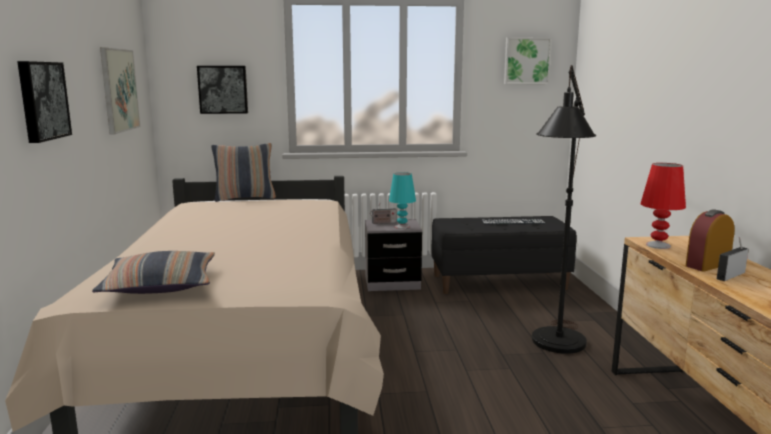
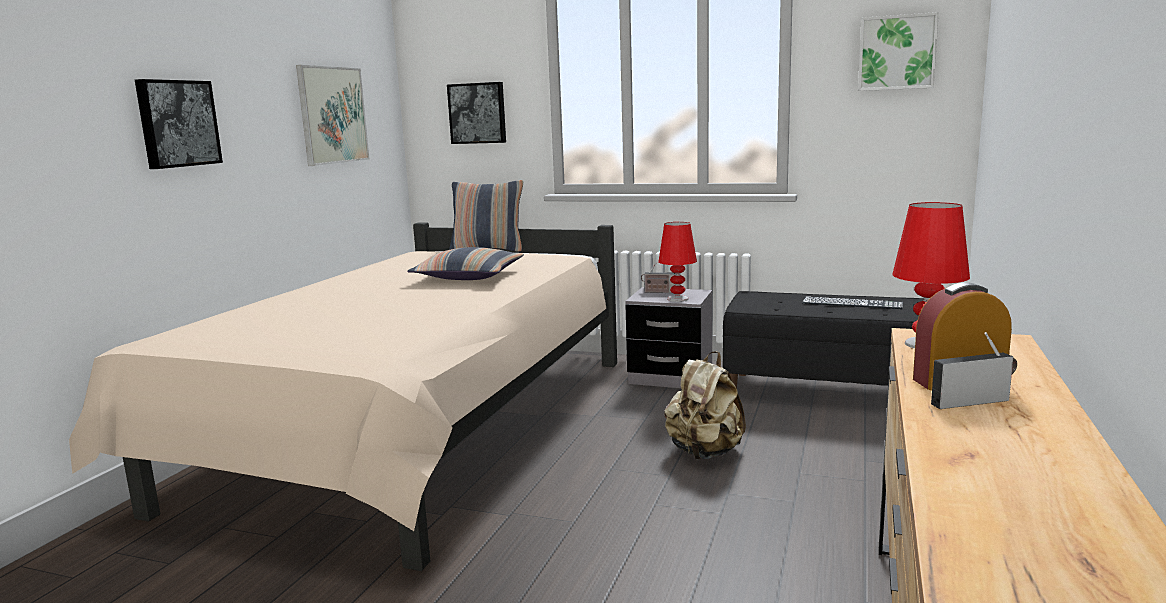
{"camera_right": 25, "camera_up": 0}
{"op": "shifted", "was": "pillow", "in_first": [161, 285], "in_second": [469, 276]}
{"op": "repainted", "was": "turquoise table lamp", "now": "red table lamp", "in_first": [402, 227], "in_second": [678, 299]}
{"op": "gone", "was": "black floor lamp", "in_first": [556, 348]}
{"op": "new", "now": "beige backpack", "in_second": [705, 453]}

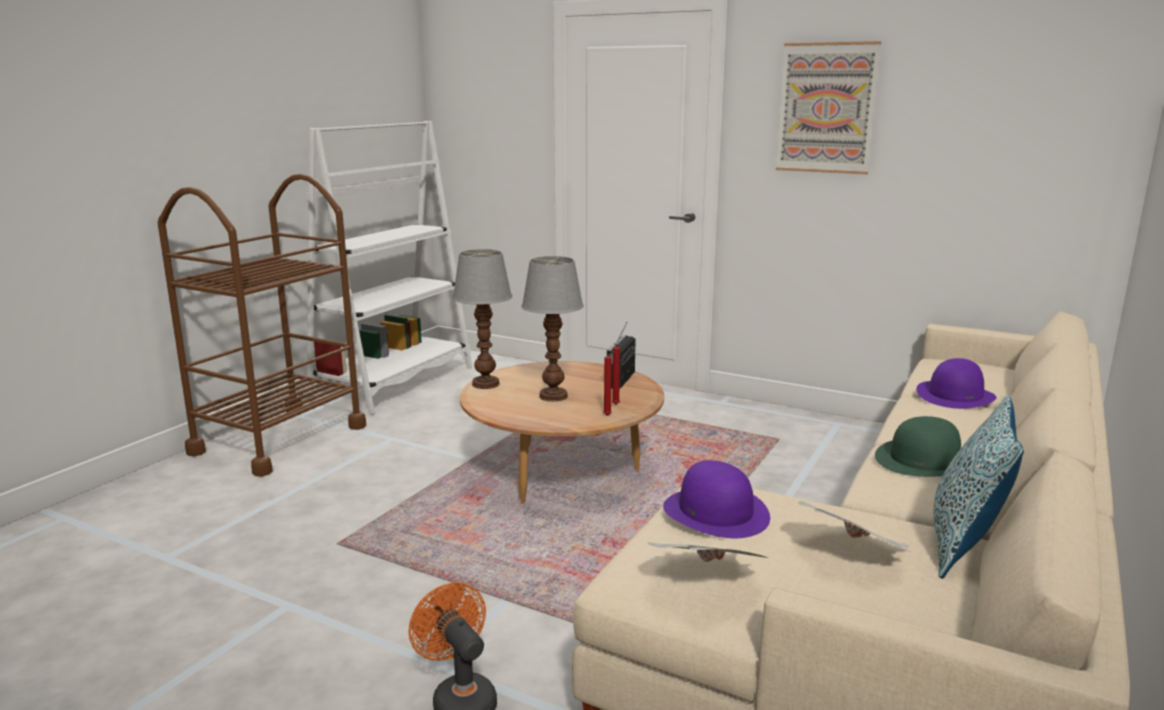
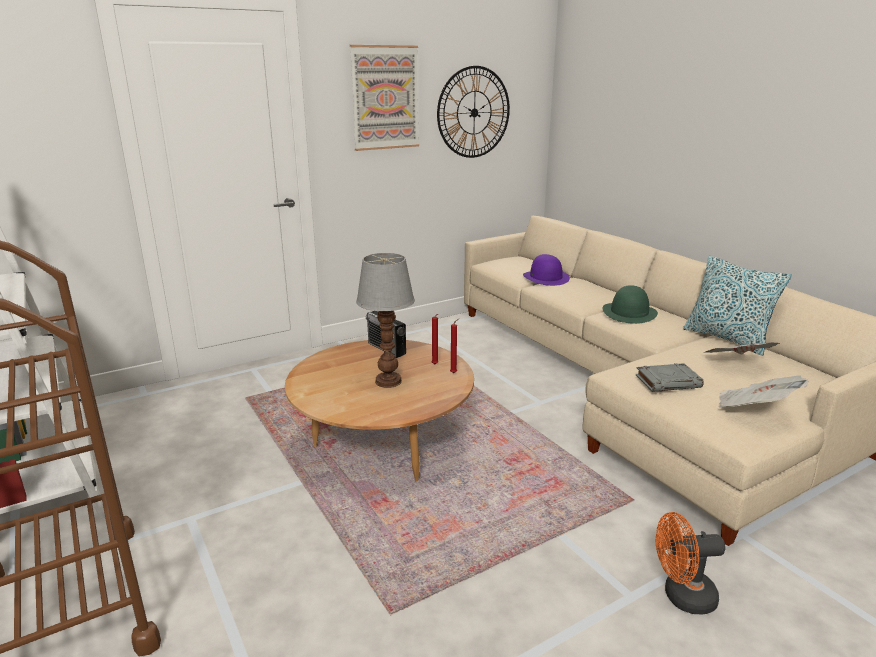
{"camera_right": -60, "camera_up": 5}
{"op": "gone", "was": "table lamp", "in_first": [484, 384]}
{"op": "swapped", "was": "purple hat", "now": "grey book", "in_first": [716, 512], "in_second": [668, 381]}
{"op": "new", "now": "wall clock", "in_second": [474, 112]}

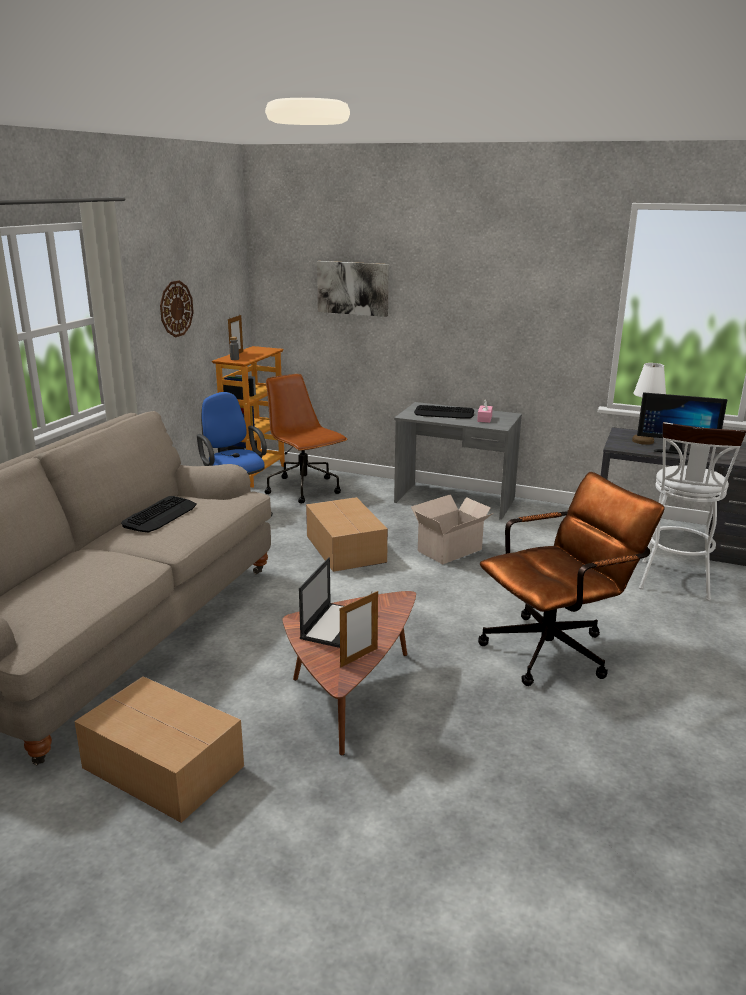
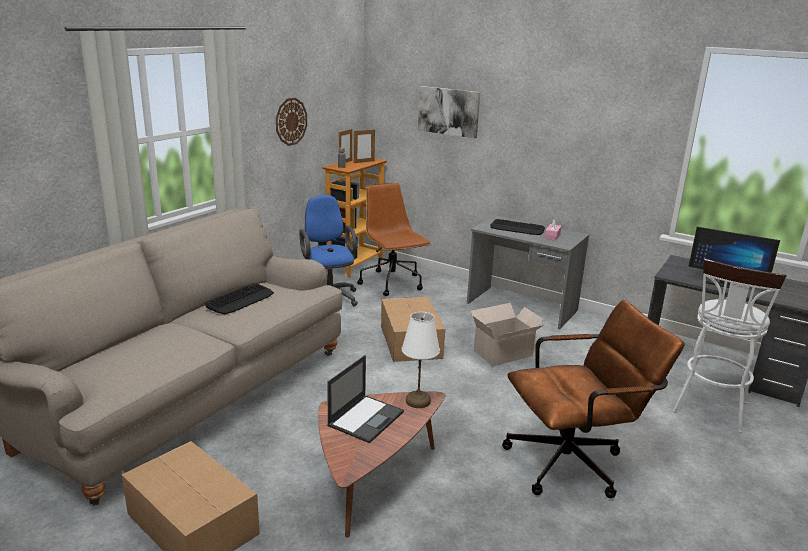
{"camera_right": 10, "camera_up": 0}
{"op": "shifted", "was": "picture frame", "in_first": [359, 657], "in_second": [364, 162]}
{"op": "shifted", "was": "white table lamp", "in_first": [643, 441], "in_second": [418, 401]}

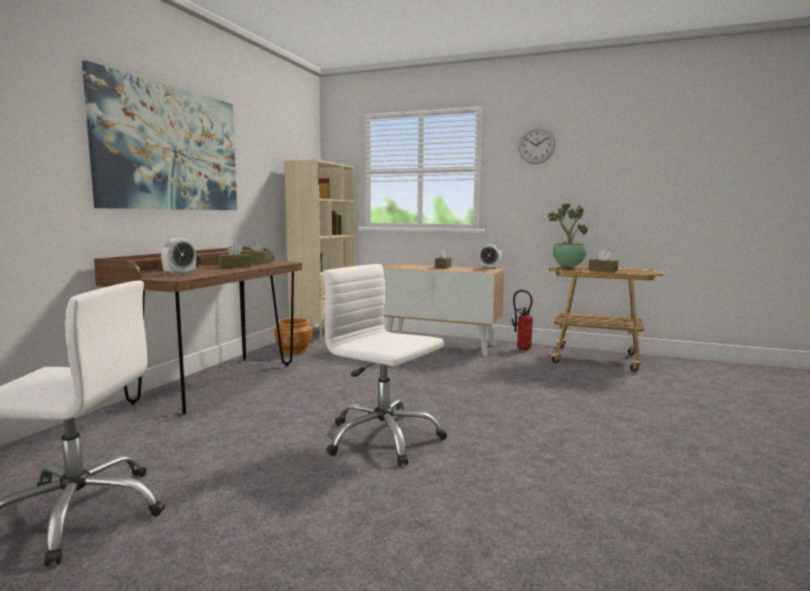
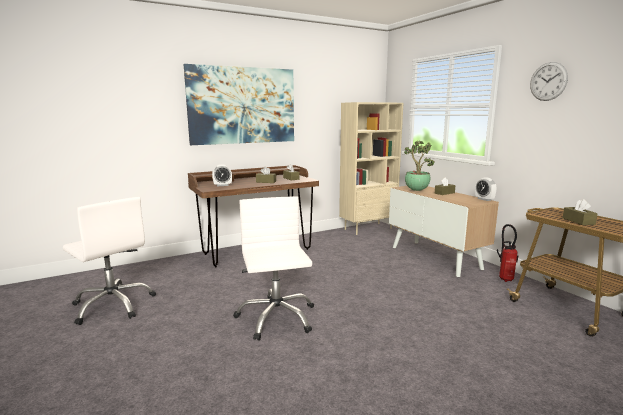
{"camera_right": 40, "camera_up": 5}
{"op": "gone", "was": "brown planter", "in_first": [294, 351]}
{"op": "shifted", "was": "potted plant", "in_first": [567, 267], "in_second": [416, 190]}

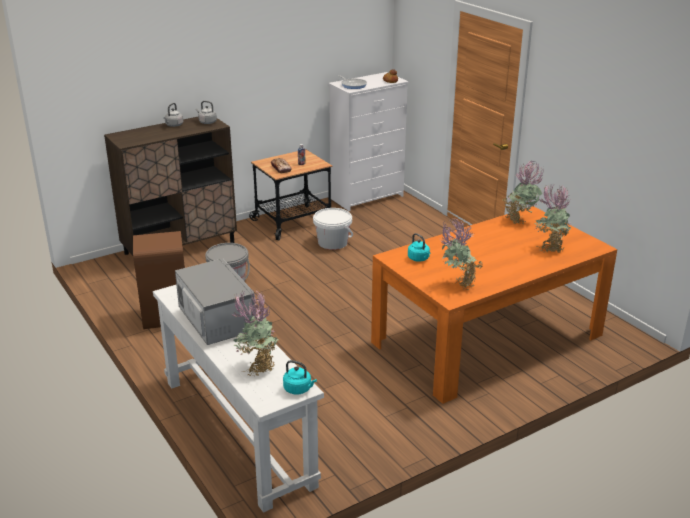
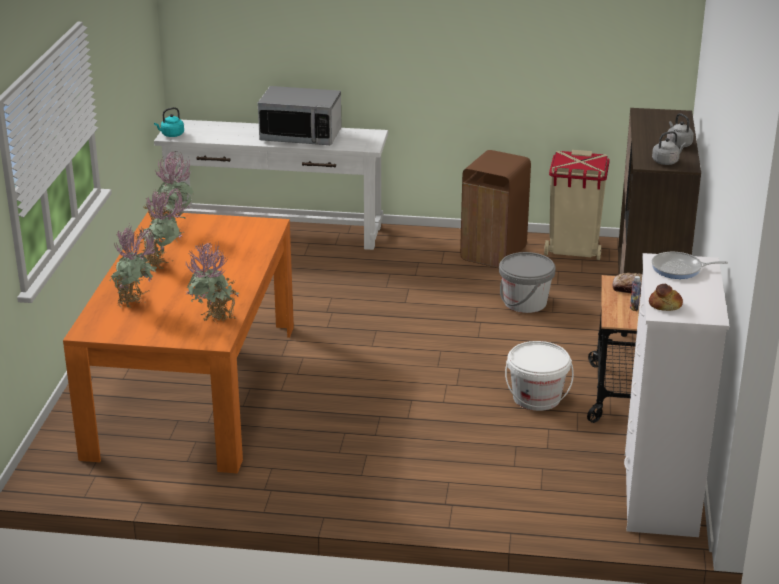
{"camera_right": 130, "camera_up": 0}
{"op": "shifted", "was": "potted plant", "in_first": [257, 367], "in_second": [164, 265]}
{"op": "gone", "was": "turquoise kettle", "in_first": [419, 259]}
{"op": "new", "now": "beige trash can", "in_second": [573, 250]}

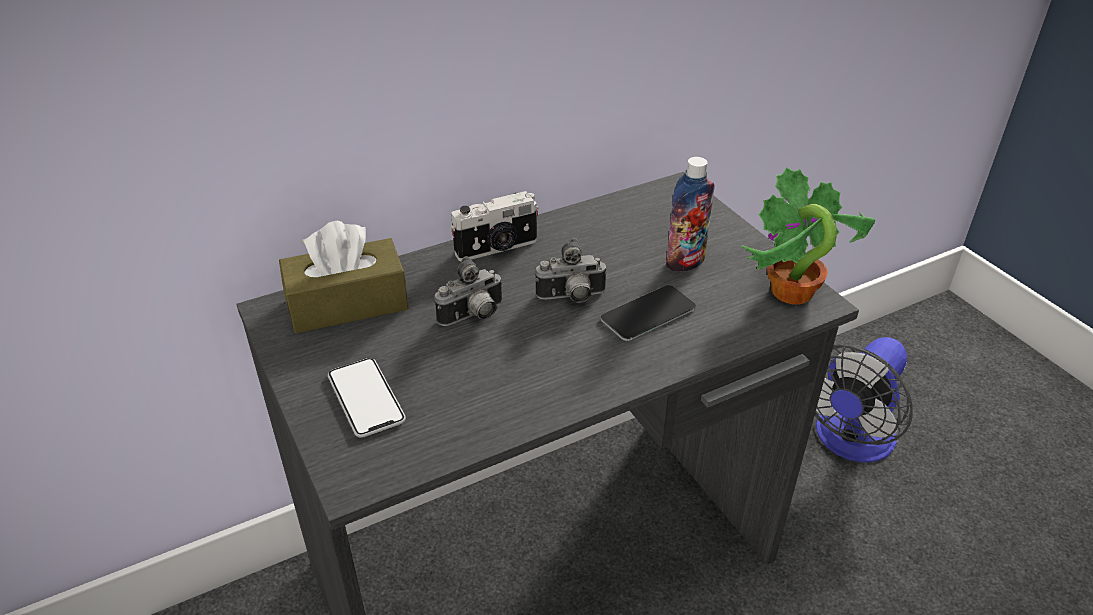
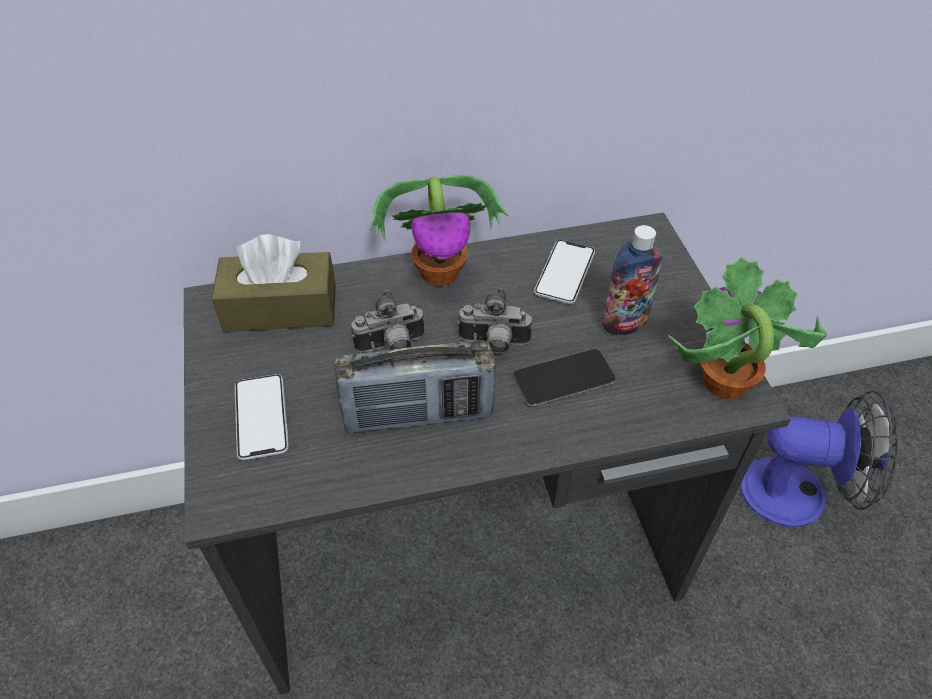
{"camera_right": 15, "camera_up": 10}
{"op": "swapped", "was": "photo camera", "now": "potted plant", "in_first": [497, 248], "in_second": [441, 272]}
{"op": "rotated", "was": "fan", "in_first": [849, 441], "in_second": [799, 493], "clockwise": -135}
{"op": "new", "now": "radio", "in_second": [418, 415]}
{"op": "new", "now": "phone", "in_second": [564, 273]}

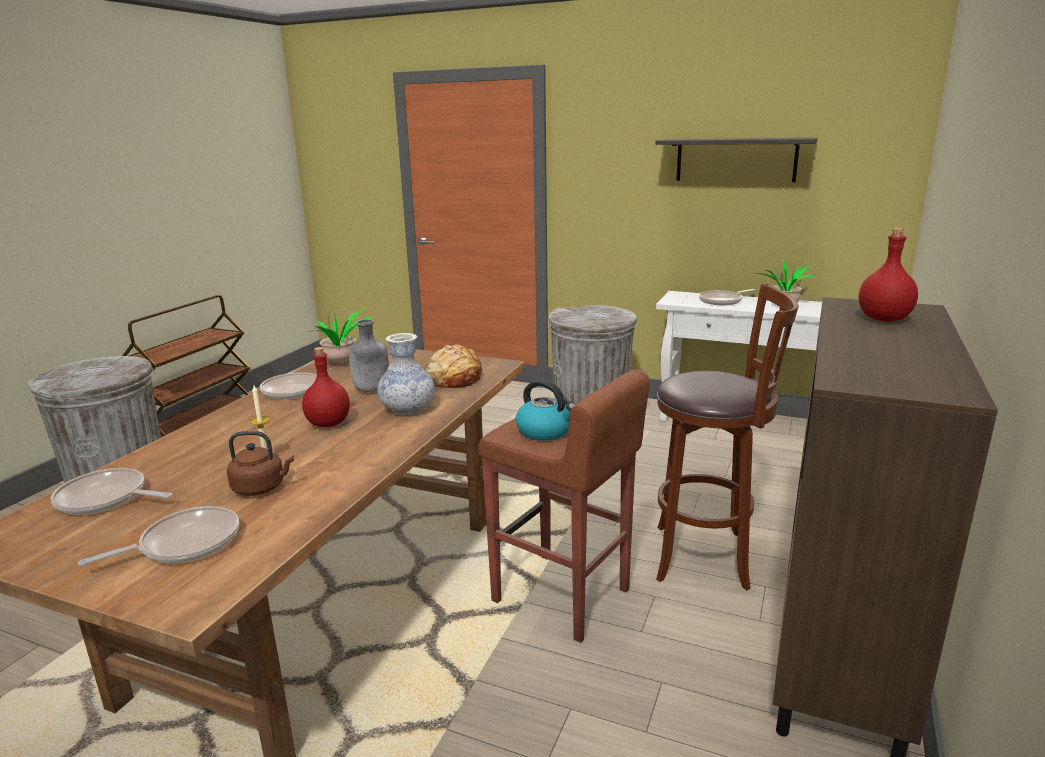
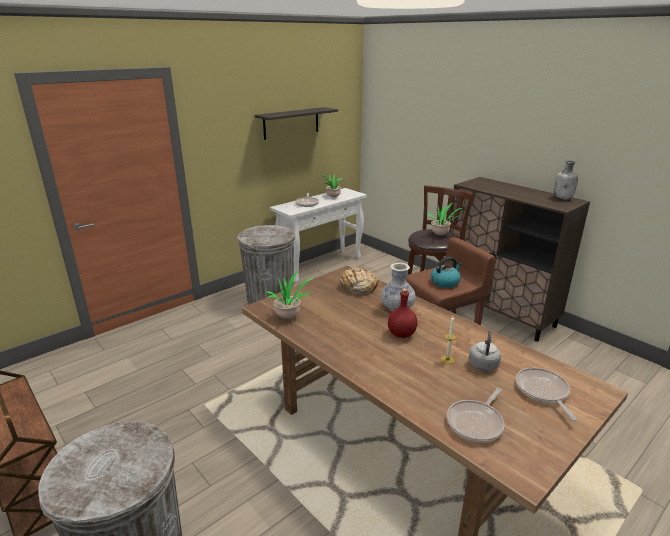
{"camera_right": -65, "camera_up": 5}
{"op": "repainted", "was": "brown kettle", "now": "grey kettle", "in_first": [261, 488], "in_second": [483, 363]}
{"op": "gone", "was": "frying pan", "in_first": [294, 392]}
{"op": "shifted", "was": "grey bottle", "in_first": [371, 390], "in_second": [563, 198]}
{"op": "gone", "was": "red bottle", "in_first": [883, 319]}
{"op": "new", "now": "potted plant", "in_second": [441, 235]}

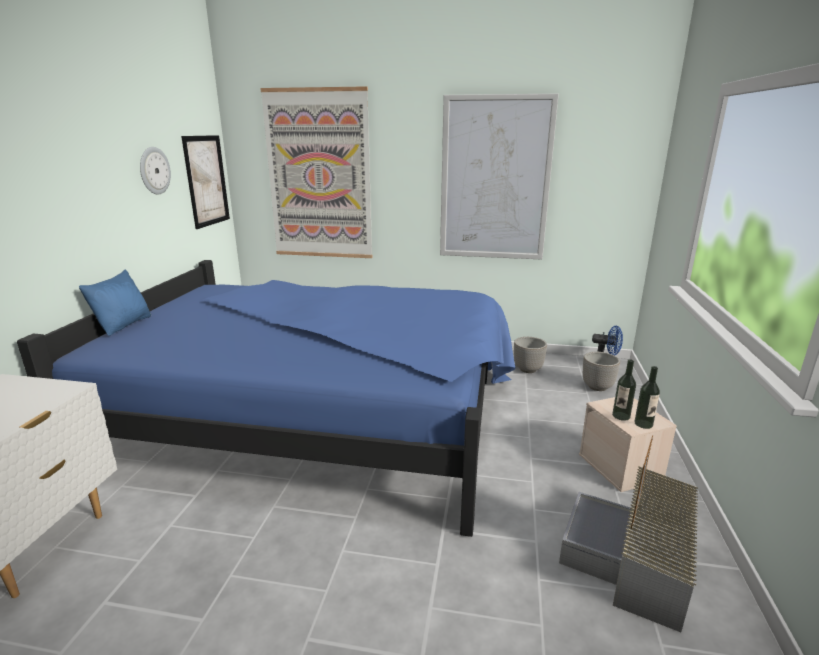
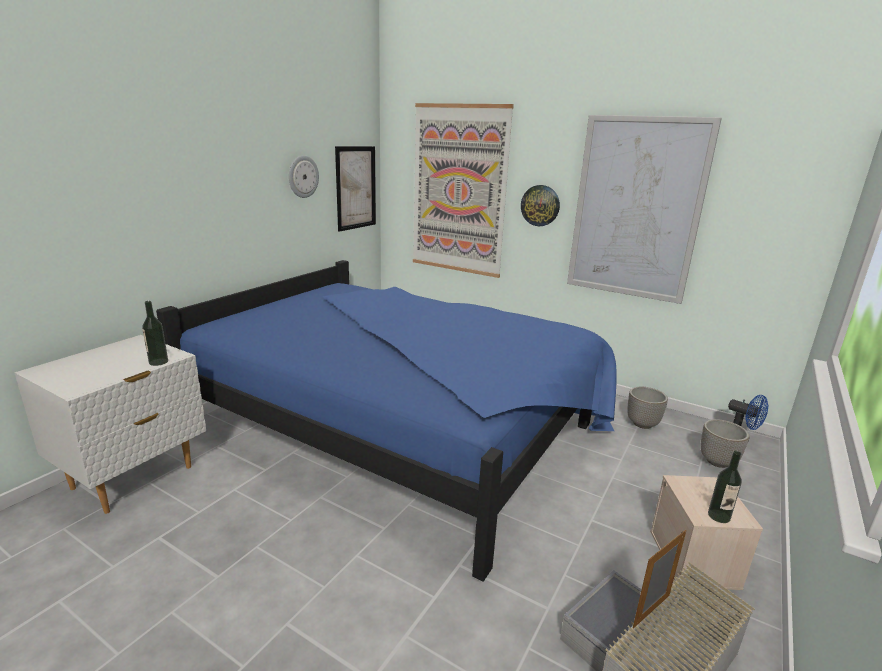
{"camera_right": 20, "camera_up": 0}
{"op": "gone", "was": "blue pillow", "in_first": [124, 325]}
{"op": "shifted", "was": "bottle", "in_first": [621, 416], "in_second": [158, 362]}
{"op": "new", "now": "wall clock", "in_second": [540, 205]}

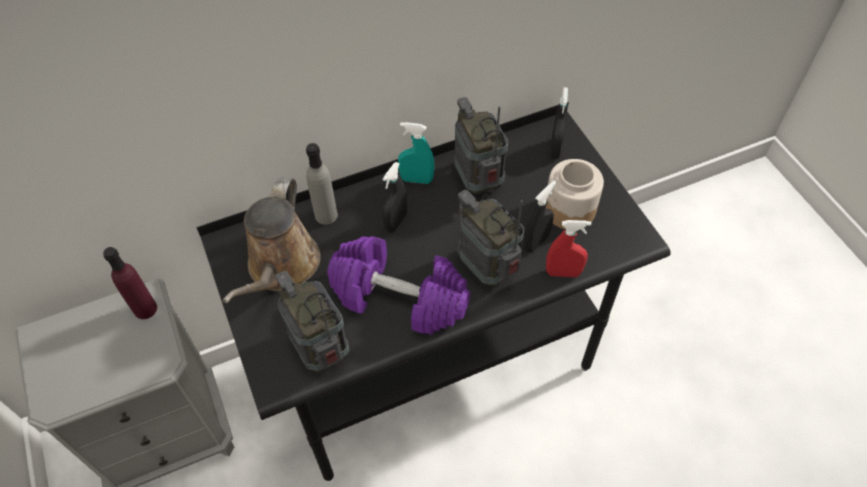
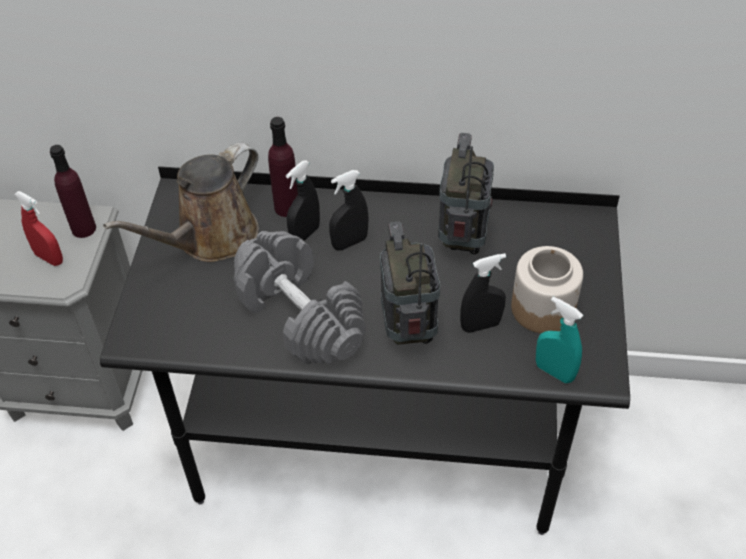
{"camera_right": 30, "camera_up": -5}
{"op": "gone", "was": "radio", "in_first": [321, 351]}
{"op": "repainted", "was": "grey bottle", "now": "purple bottle", "in_first": [326, 215], "in_second": [287, 207]}
{"op": "repainted", "was": "purple dumbbell", "now": "grey dumbbell", "in_first": [400, 298], "in_second": [301, 315]}
{"op": "shifted", "was": "turquoise spray bottle", "in_first": [416, 179], "in_second": [554, 372]}
{"op": "shifted", "was": "red spray bottle", "in_first": [563, 273], "in_second": [49, 258]}
{"op": "shifted", "was": "black spray bottle", "in_first": [555, 149], "in_second": [305, 234]}

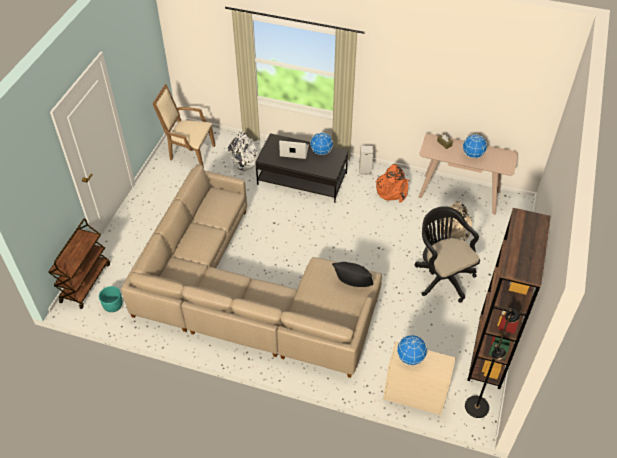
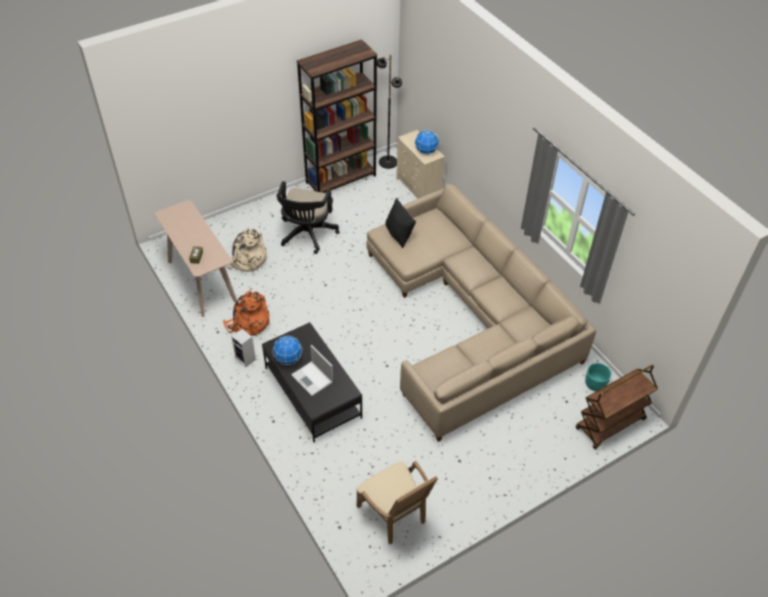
{"camera_right": -140, "camera_up": 0}
{"op": "gone", "was": "white backpack", "in_first": [242, 162]}
{"op": "gone", "was": "globe", "in_first": [472, 155]}

